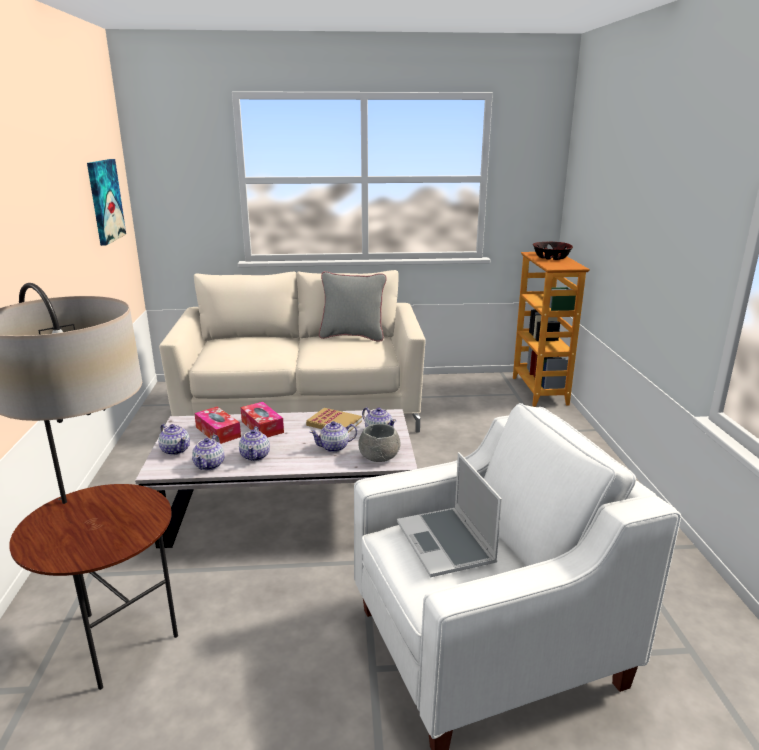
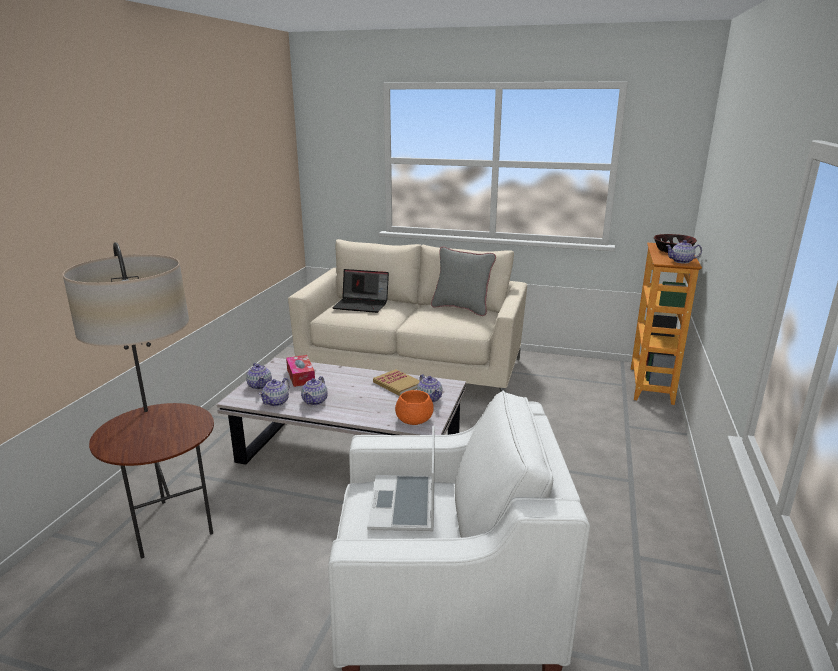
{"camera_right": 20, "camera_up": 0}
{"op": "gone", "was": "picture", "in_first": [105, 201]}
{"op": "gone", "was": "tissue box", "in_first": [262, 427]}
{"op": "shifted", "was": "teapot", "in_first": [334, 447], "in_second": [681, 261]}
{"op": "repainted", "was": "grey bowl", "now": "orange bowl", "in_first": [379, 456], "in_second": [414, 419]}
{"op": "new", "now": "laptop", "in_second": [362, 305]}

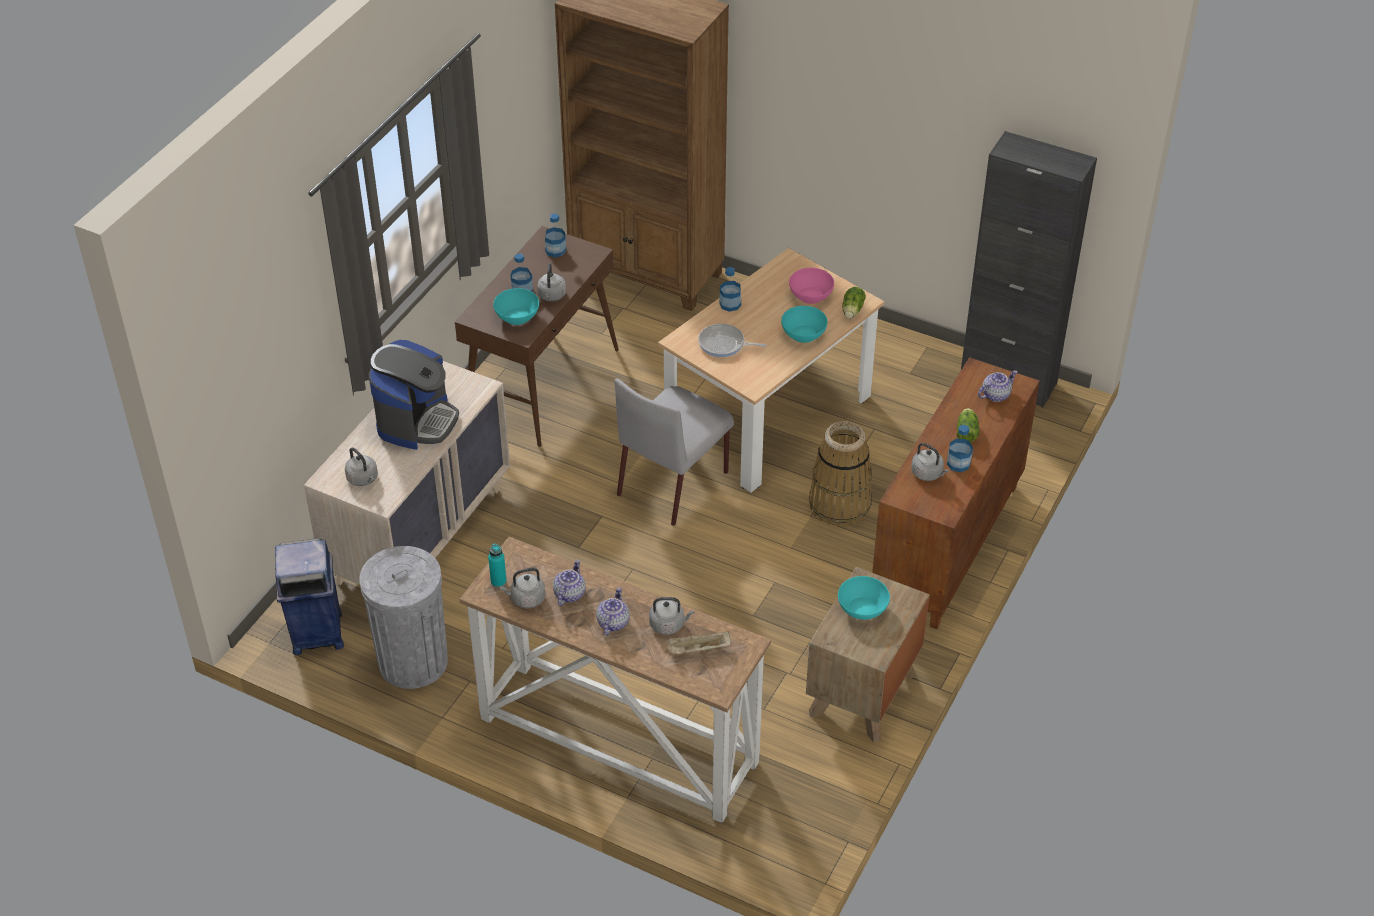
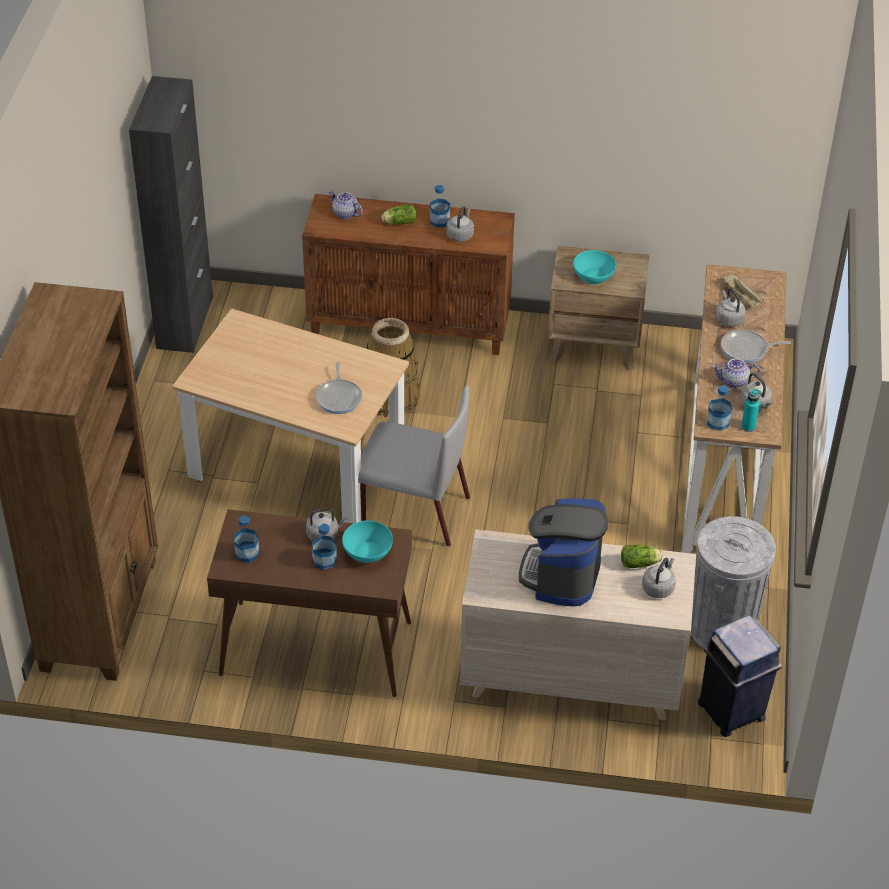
{"camera_right": -110, "camera_up": 0}
{"op": "rotated", "was": "coffee machine", "in_first": [416, 421], "in_second": [561, 575], "clockwise": -75}
{"op": "swapped", "was": "teapot", "now": "frying pan", "in_first": [612, 622], "in_second": [746, 349]}
{"op": "shifted", "was": "bottle", "in_first": [730, 304], "in_second": [717, 422]}
{"op": "gone", "was": "turquoise bowl", "in_first": [803, 334]}
{"op": "gone", "was": "pink bowl", "in_first": [810, 295]}
{"op": "shifted", "was": "lettuce", "in_first": [852, 311], "in_second": [641, 563]}

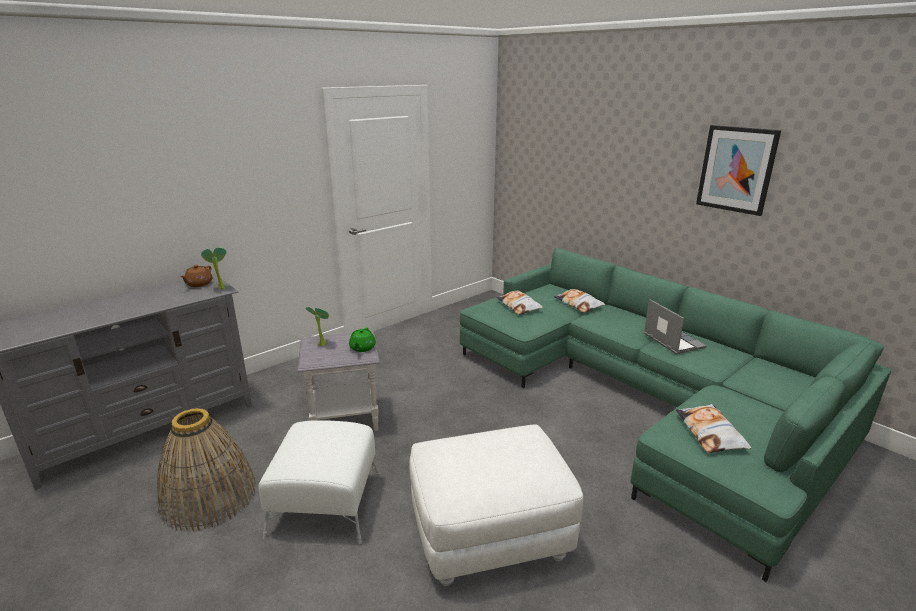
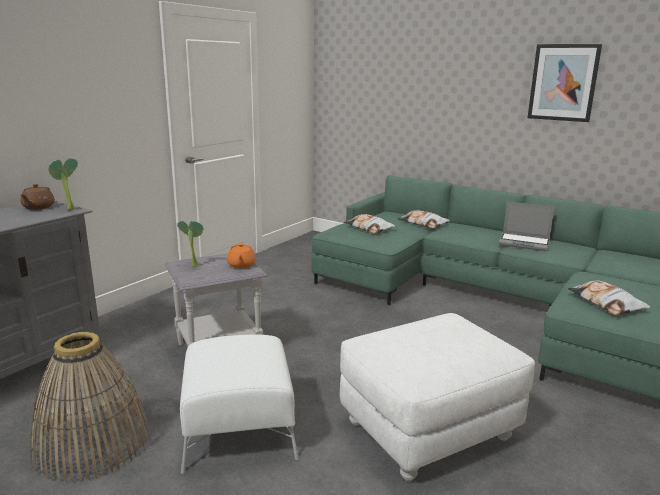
{"camera_right": -15, "camera_up": -5}
{"op": "repainted", "was": "green teapot", "now": "orange teapot", "in_first": [362, 348], "in_second": [241, 265]}
{"op": "rotated", "was": "laptop", "in_first": [672, 341], "in_second": [524, 243], "clockwise": 150}

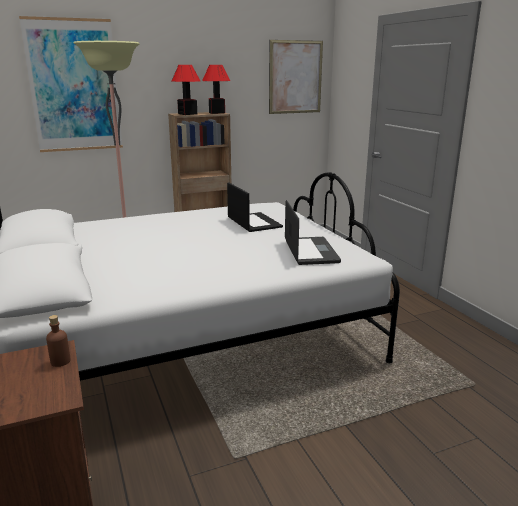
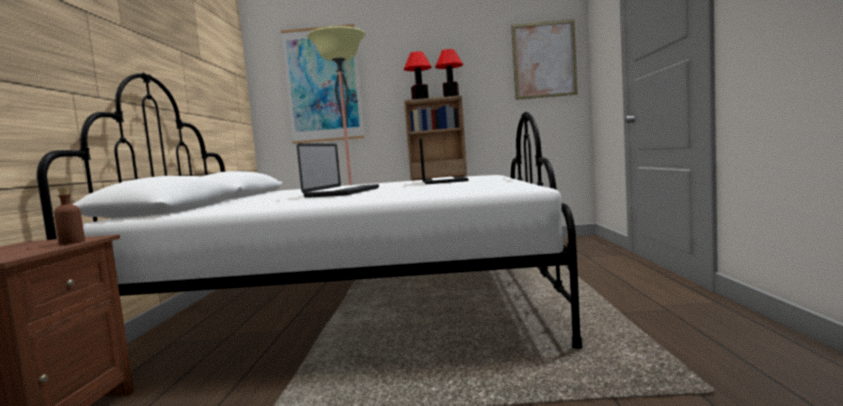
{"camera_right": 25, "camera_up": -15}
{"op": "shifted", "was": "laptop", "in_first": [311, 252], "in_second": [343, 192]}

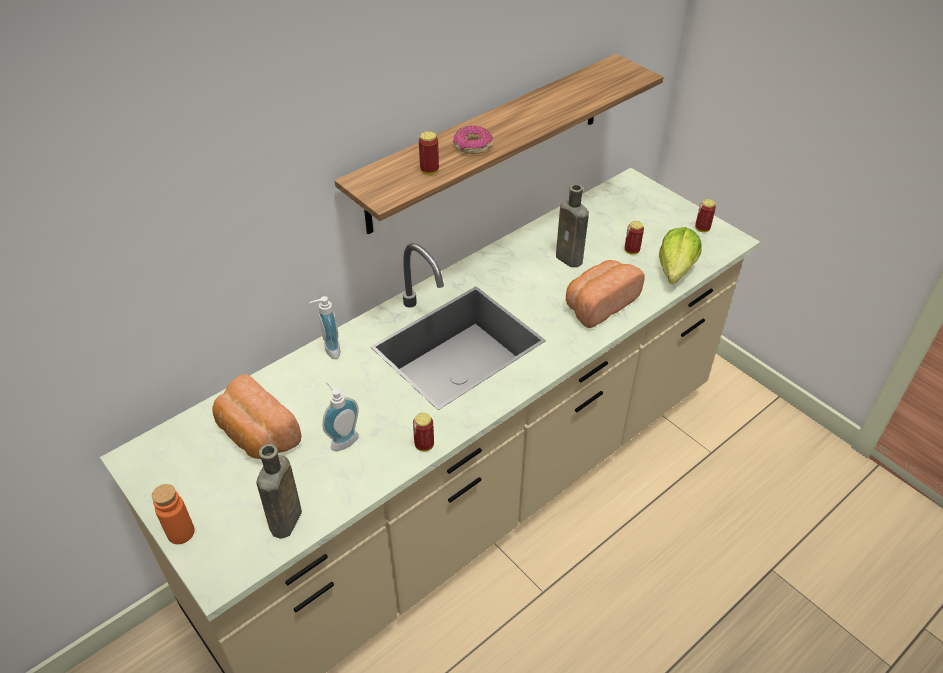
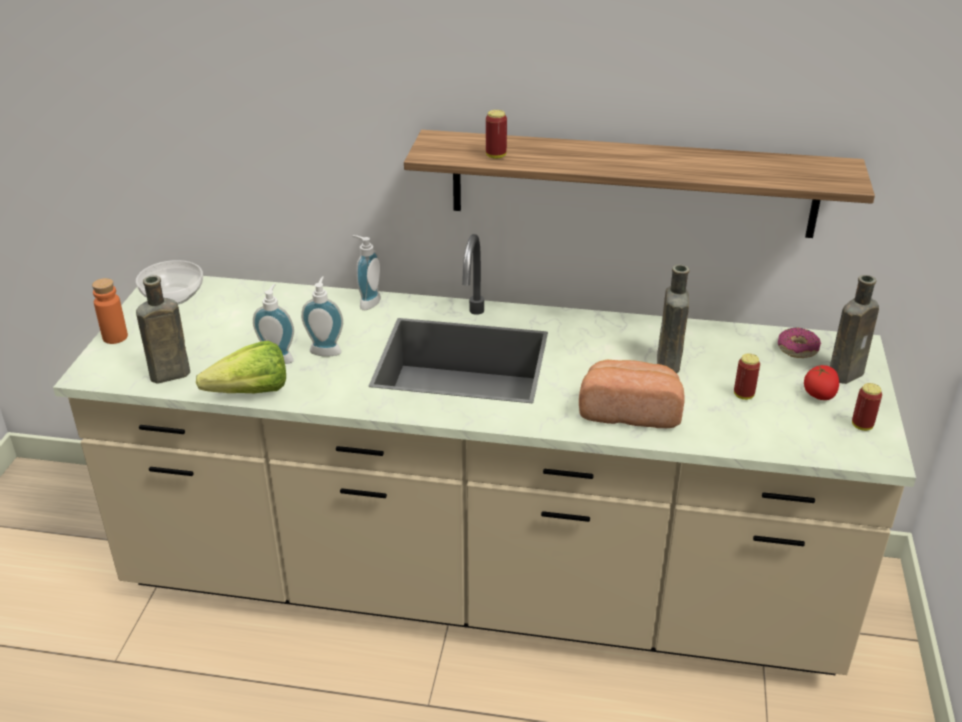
{"camera_right": 50, "camera_up": -10}
{"op": "gone", "was": "bread", "in_first": [256, 435]}
{"op": "gone", "was": "can", "in_first": [424, 445]}
{"op": "shifted", "was": "donut", "in_first": [472, 146], "in_second": [797, 349]}
{"op": "shifted", "was": "lettuce", "in_first": [673, 274], "in_second": [243, 393]}
{"op": "new", "now": "bowl", "in_second": [174, 296]}
{"op": "new", "now": "soap dispenser", "in_second": [326, 350]}
{"op": "new", "now": "tomato", "in_second": [819, 395]}
{"op": "new", "now": "brown bottle", "in_second": [847, 373]}

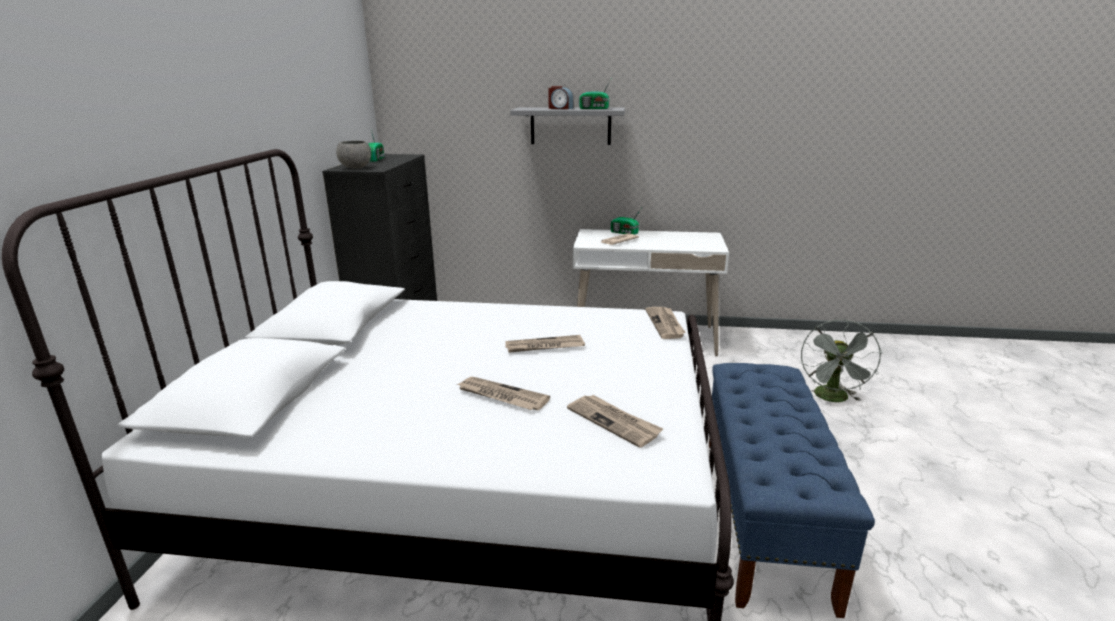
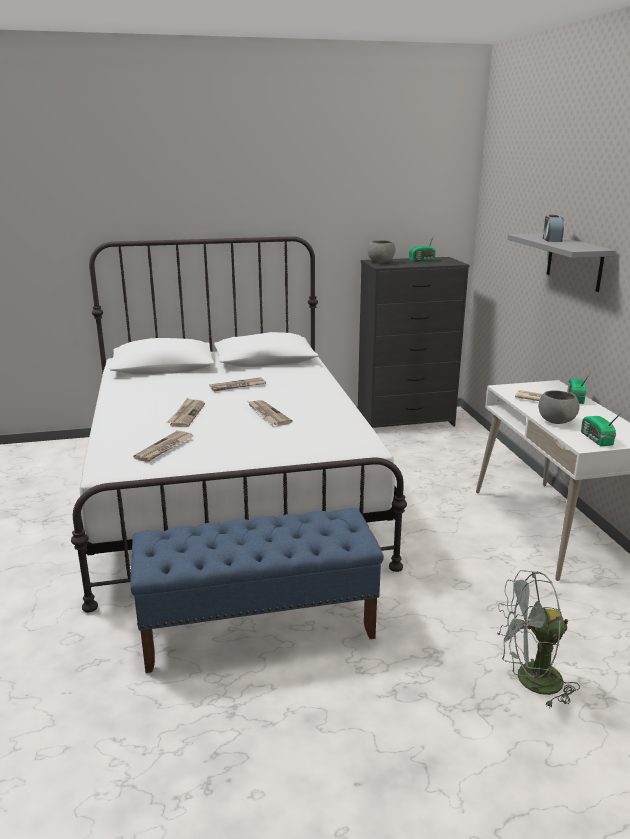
{"camera_right": 70, "camera_up": 0}
{"op": "shifted", "was": "radio", "in_first": [594, 108], "in_second": [596, 439]}
{"op": "shifted", "was": "newspaper", "in_first": [665, 324], "in_second": [237, 386]}
{"op": "new", "now": "grey bowl", "in_second": [555, 421]}

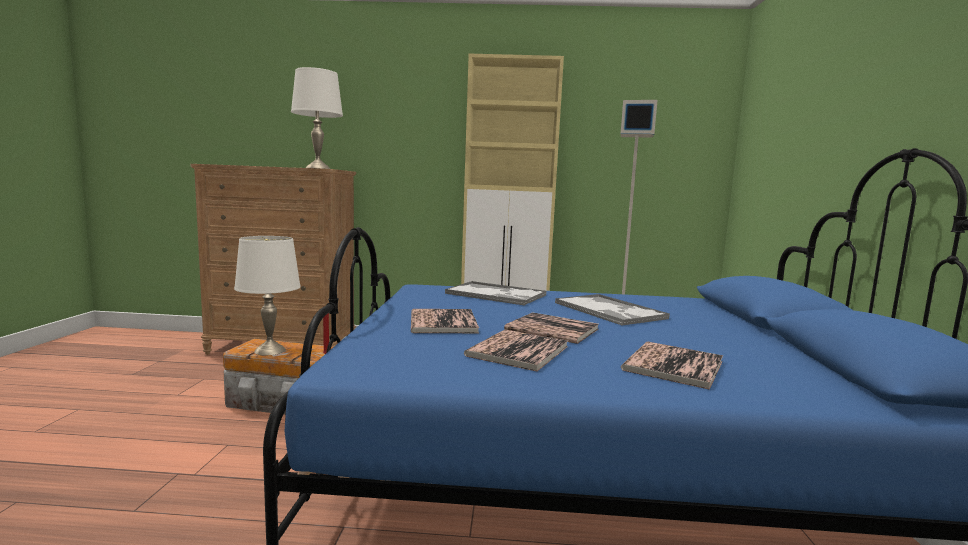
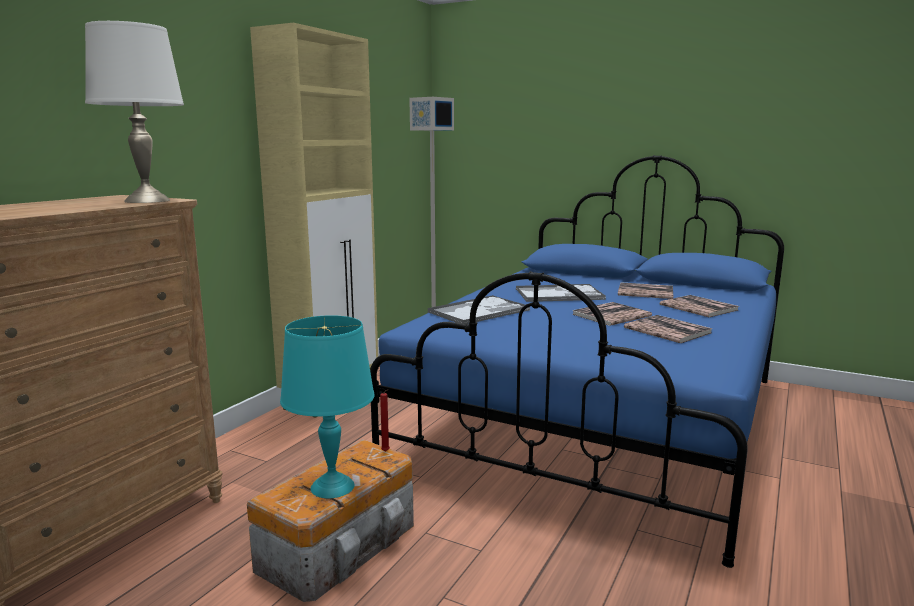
{"camera_right": -65, "camera_up": 5}
{"op": "repainted", "was": "white table lamp", "now": "turquoise table lamp", "in_first": [270, 350], "in_second": [333, 486]}
{"op": "shifted", "was": "book", "in_first": [443, 322], "in_second": [645, 292]}

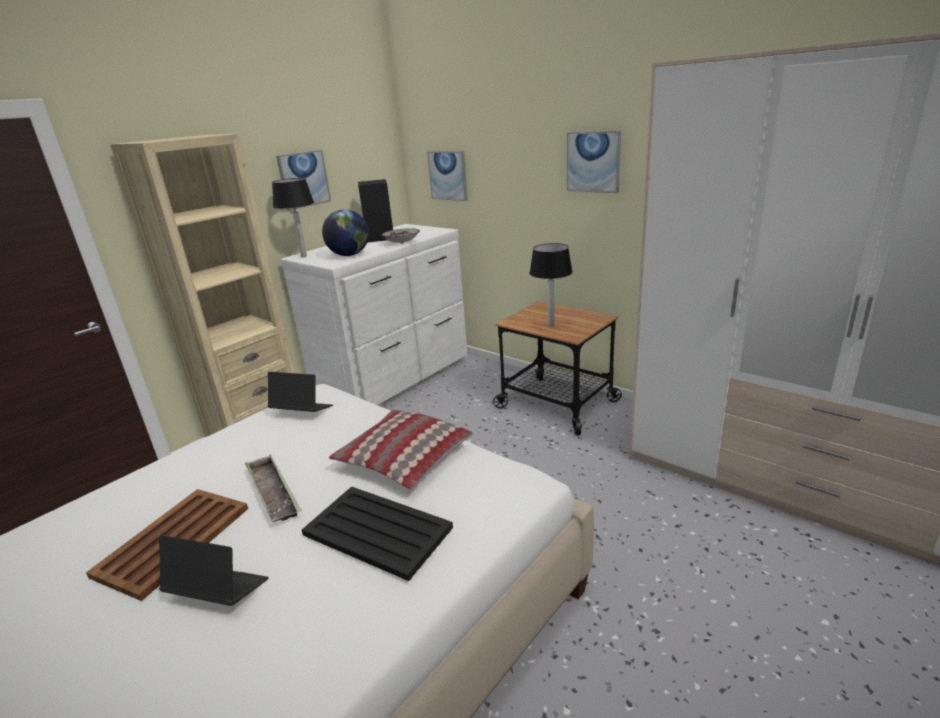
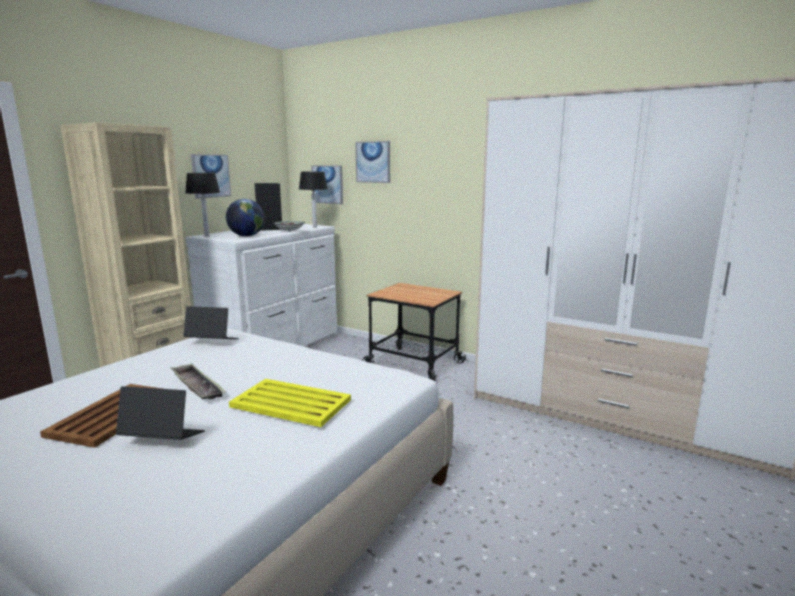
{"camera_right": -10, "camera_up": -10}
{"op": "repainted", "was": "black tray", "now": "yellow tray", "in_first": [376, 530], "in_second": [290, 403]}
{"op": "gone", "was": "pillow", "in_first": [404, 460]}
{"op": "shifted", "was": "table lamp", "in_first": [551, 324], "in_second": [315, 227]}
{"op": "shifted", "was": "picture", "in_first": [593, 162], "in_second": [373, 162]}

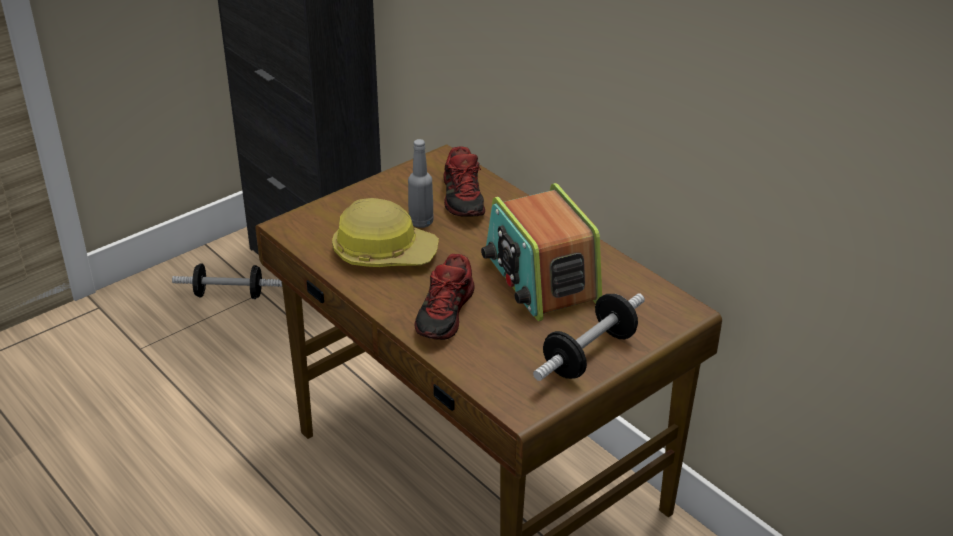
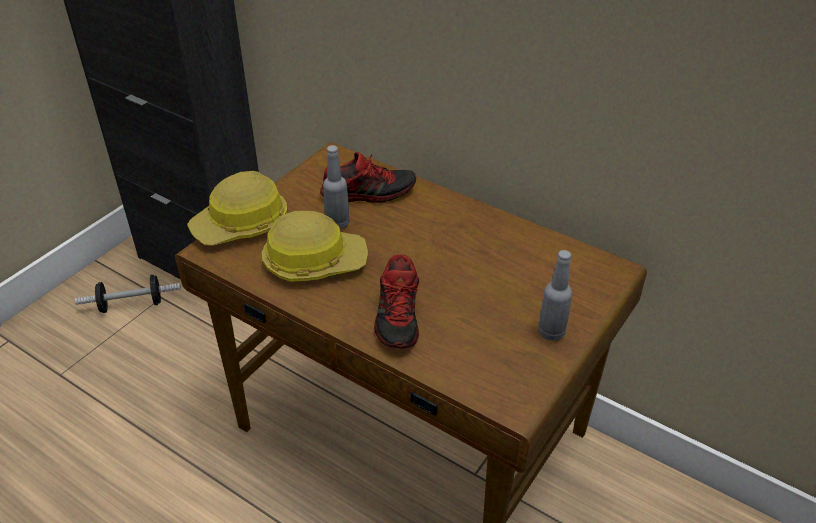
{"camera_right": -15, "camera_up": 5}
{"op": "rotated", "was": "shoe", "in_first": [464, 198], "in_second": [368, 192], "clockwise": -75}
{"op": "gone", "was": "radio", "in_first": [540, 279]}
{"op": "swapped", "was": "dumbbell", "now": "grey bottle", "in_first": [589, 354], "in_second": [551, 332]}
{"op": "new", "now": "hard hat", "in_second": [242, 225]}

